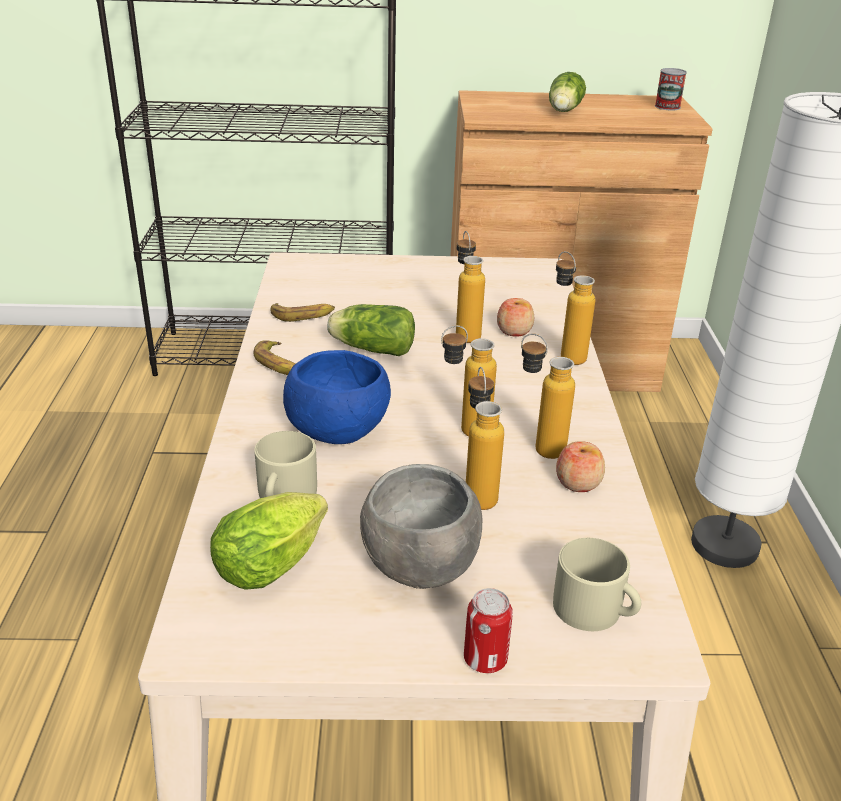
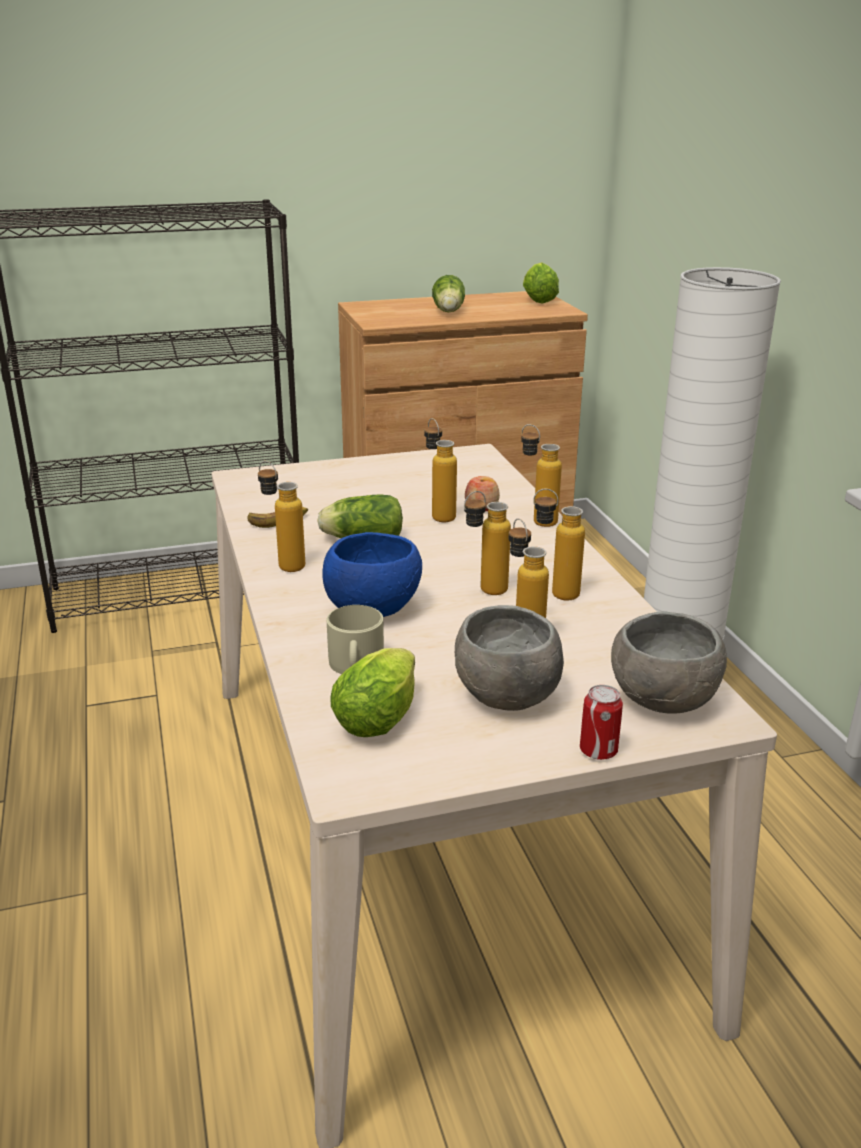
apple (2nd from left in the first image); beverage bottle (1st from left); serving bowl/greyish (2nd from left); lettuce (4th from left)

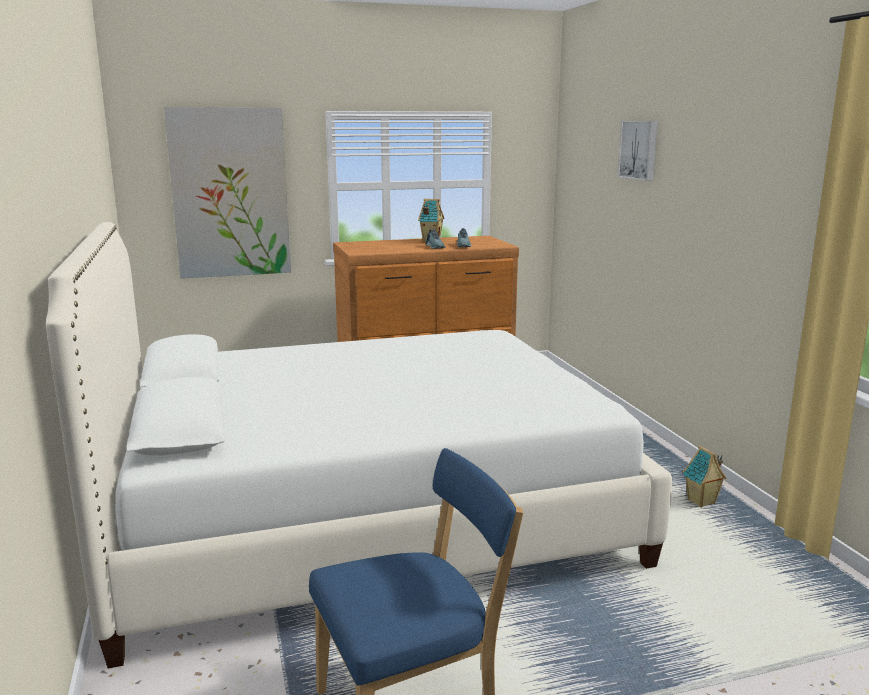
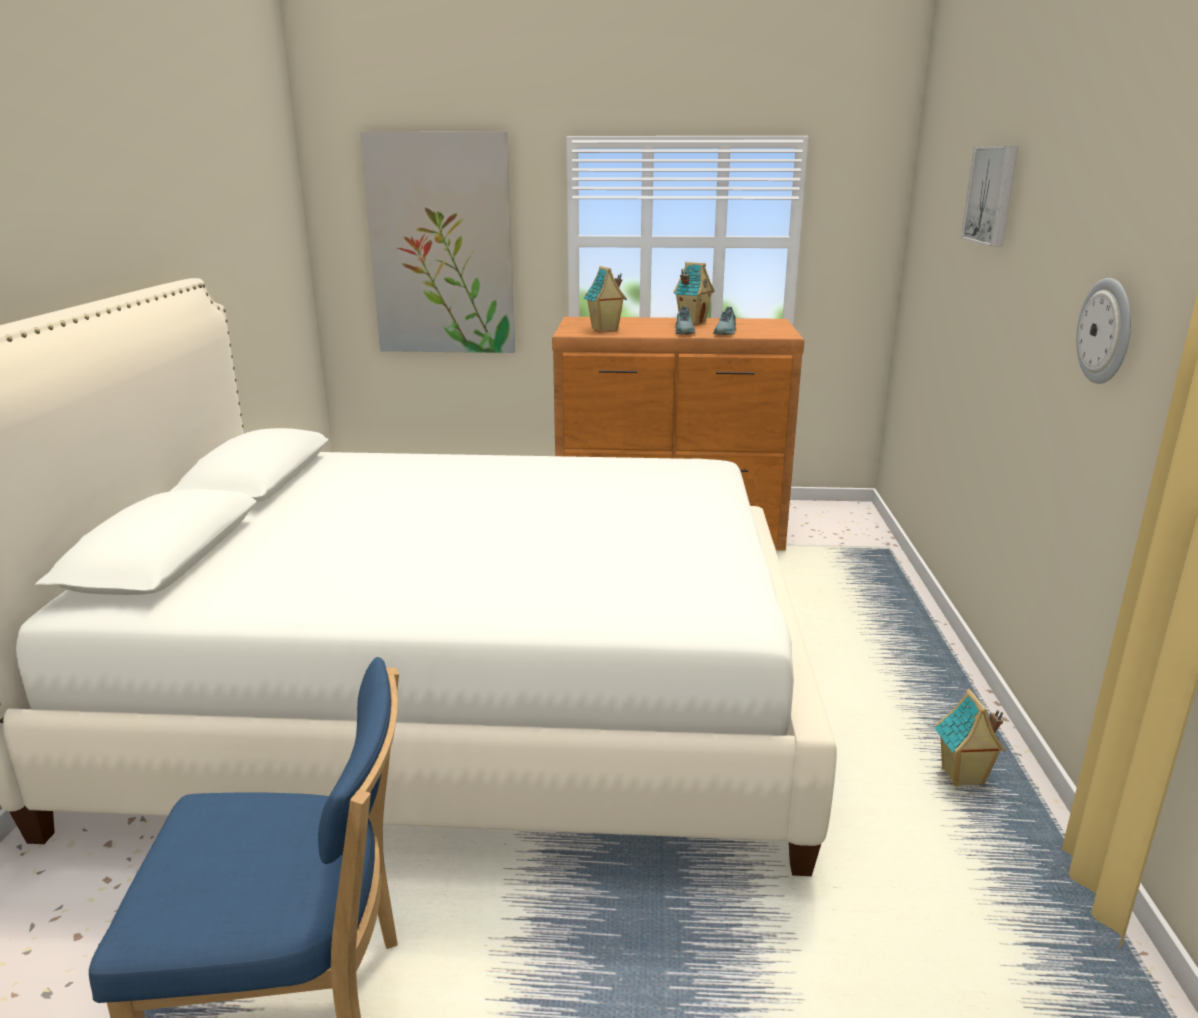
toy house (1st from left); wall clock

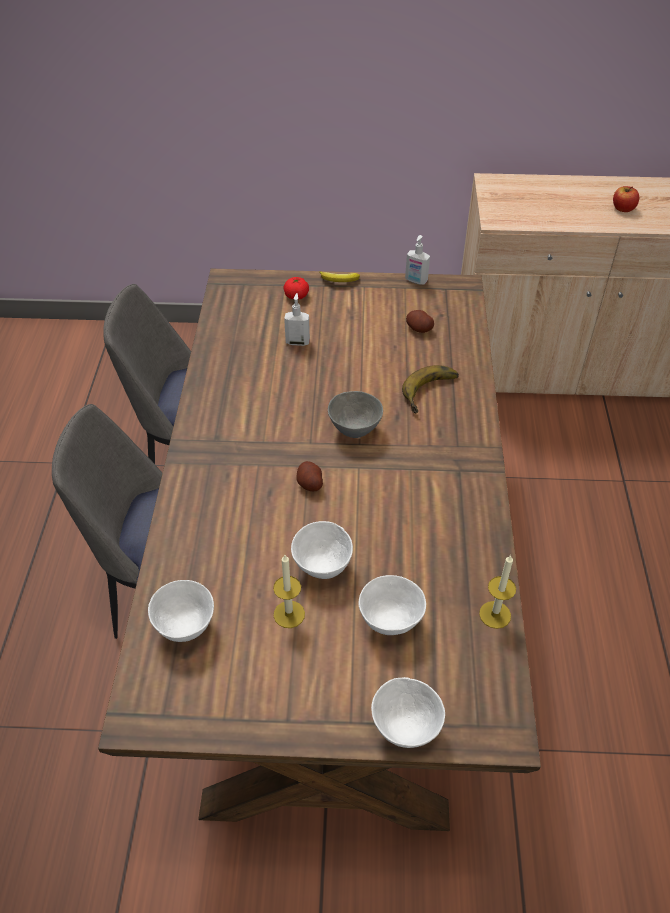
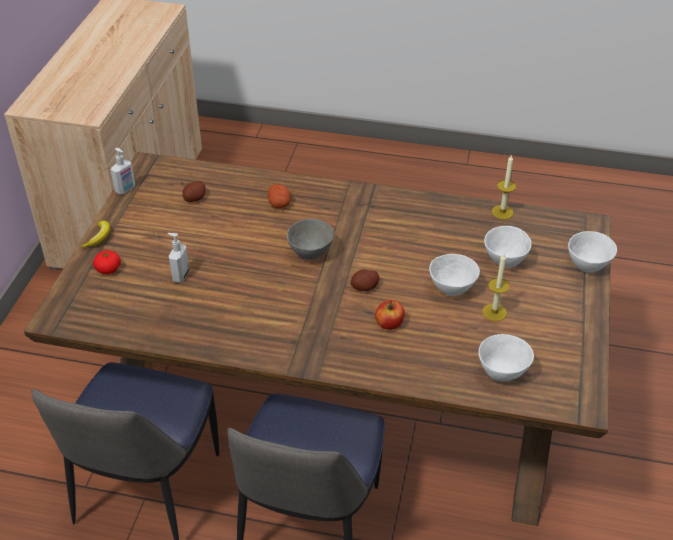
apple; spud (2nd from left)

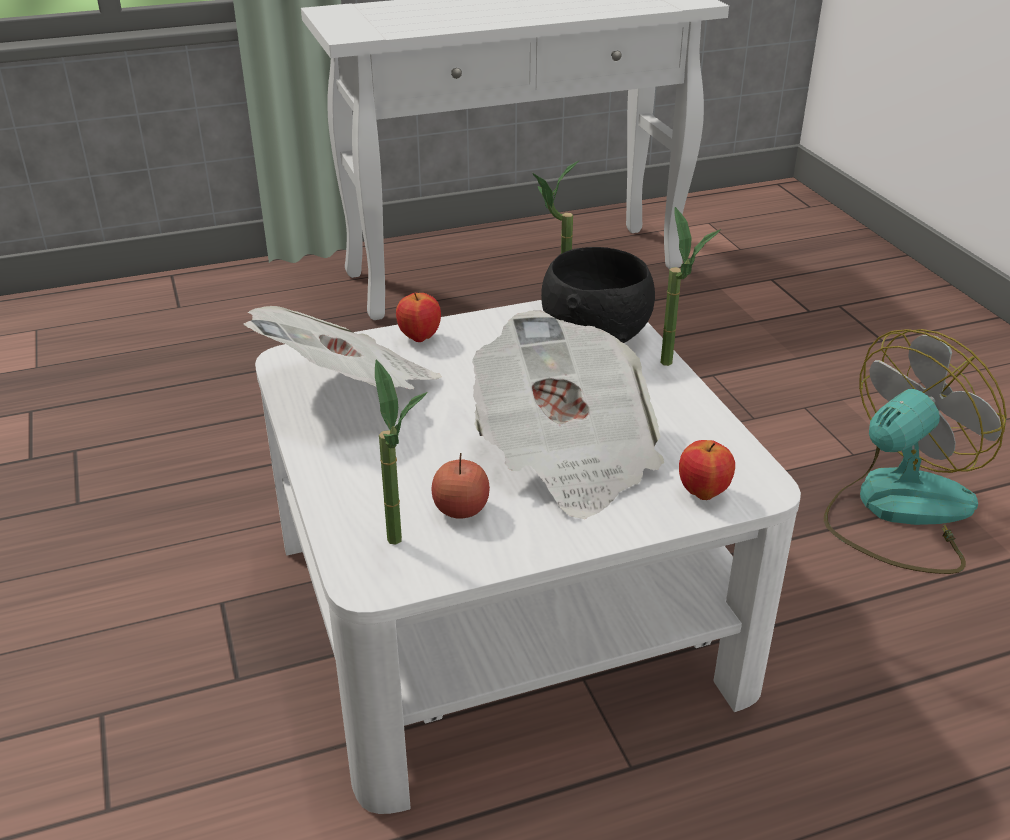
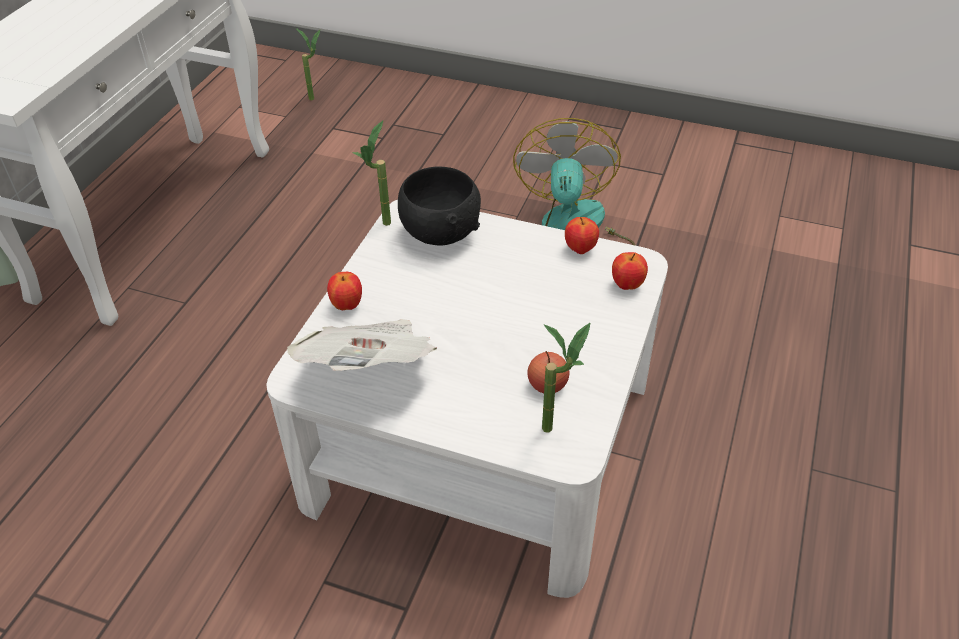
newspaper (2nd from left in the first image); apple (3rd from left); houseplant (1st from left)

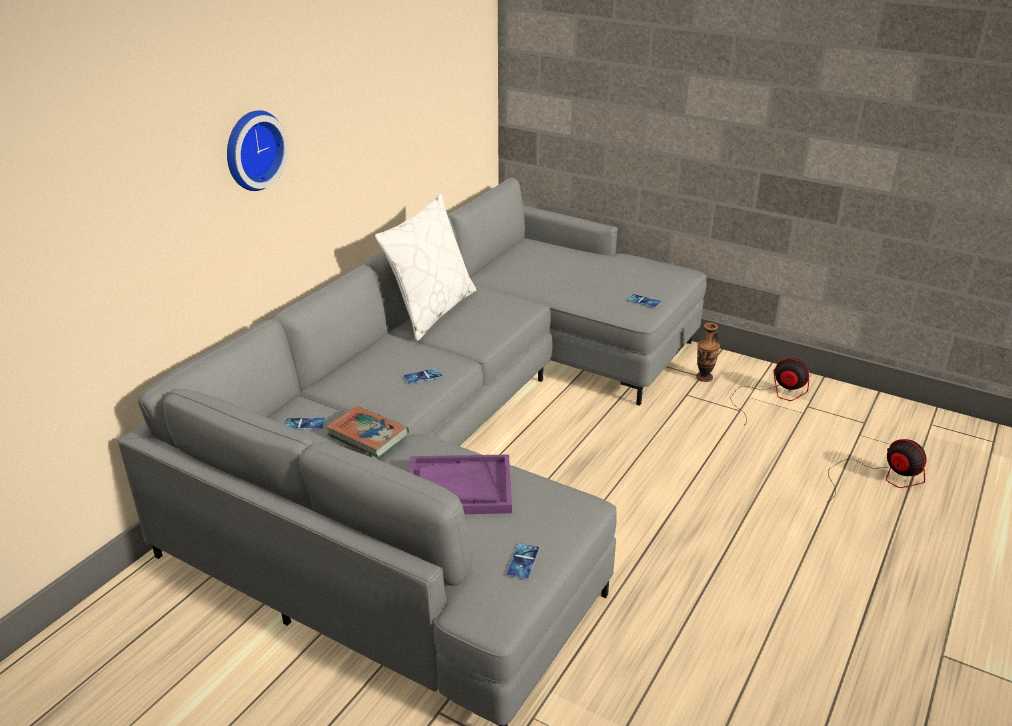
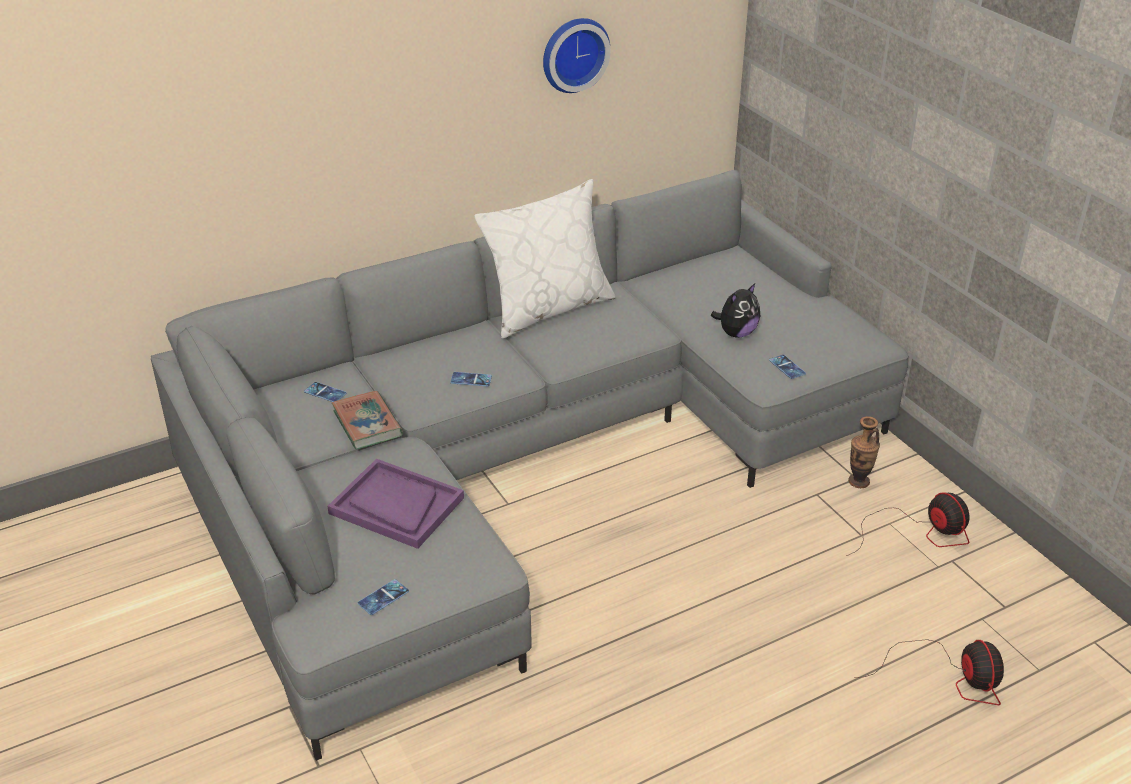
cuddly toy; wall clock

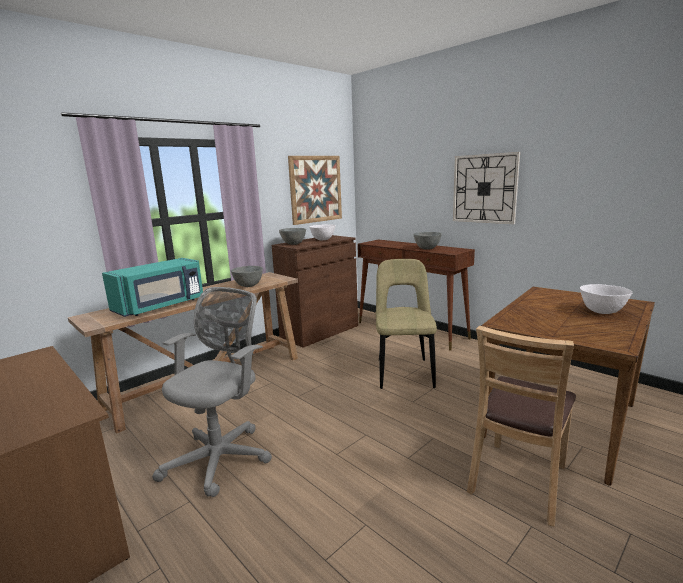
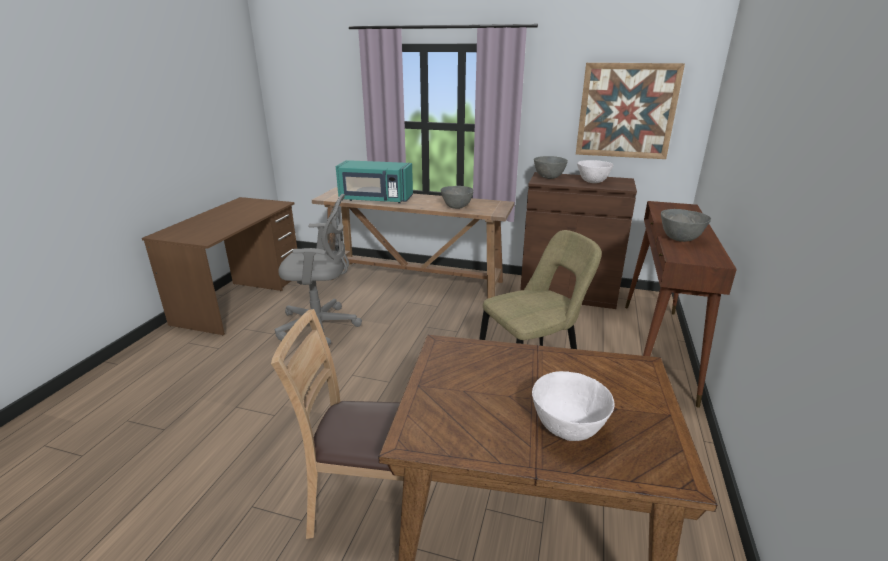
wall clock

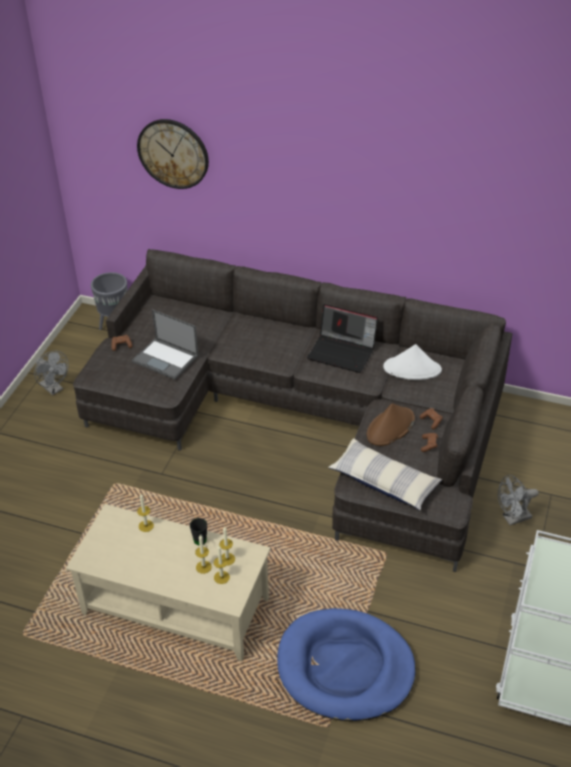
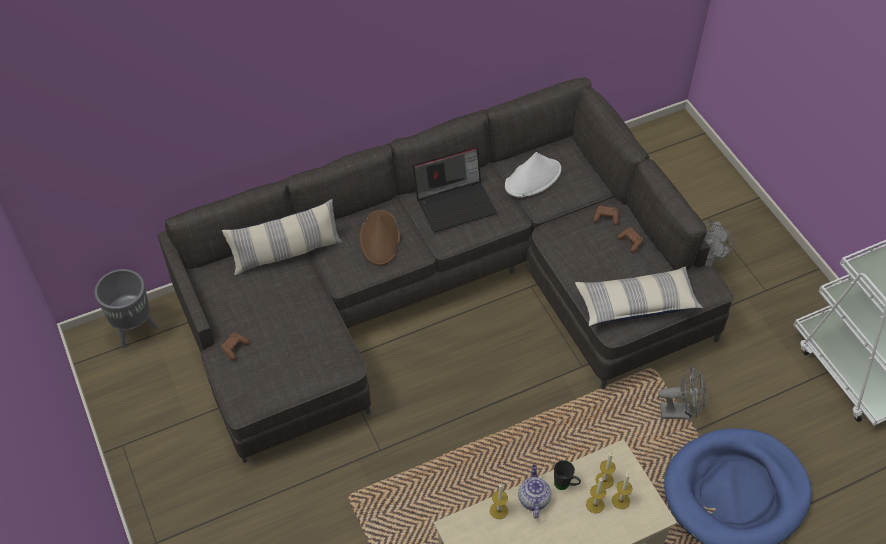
laptop (1st from left in the first image); wall clock; throw pillow (1st from left); tea pot; fan/greyish (1st from left); clothing hat/brown

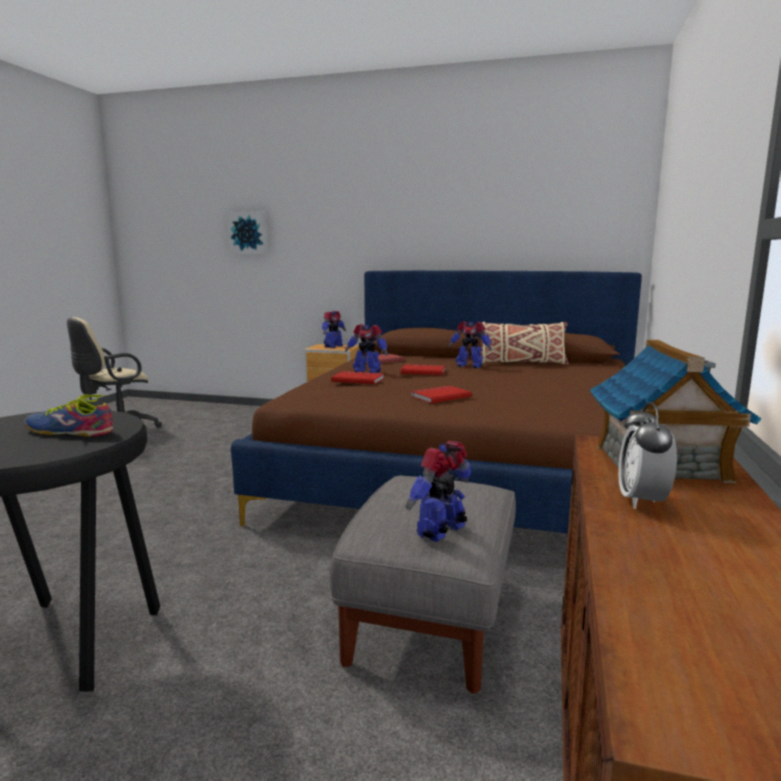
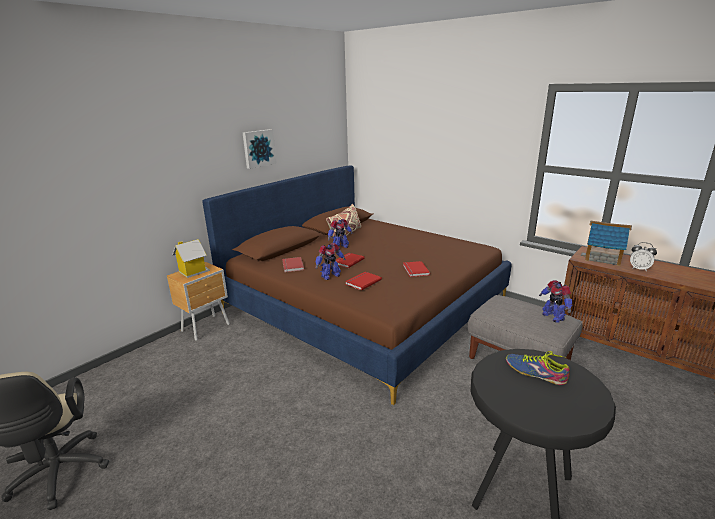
wall picture; toy house (1st from left); low shoe

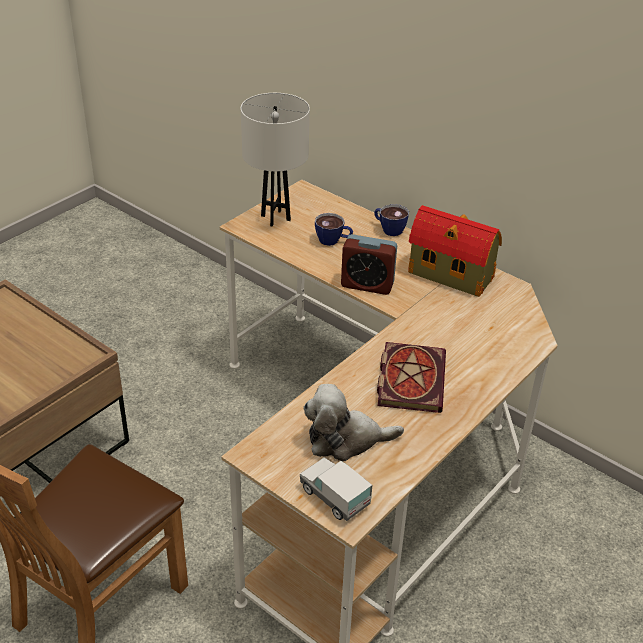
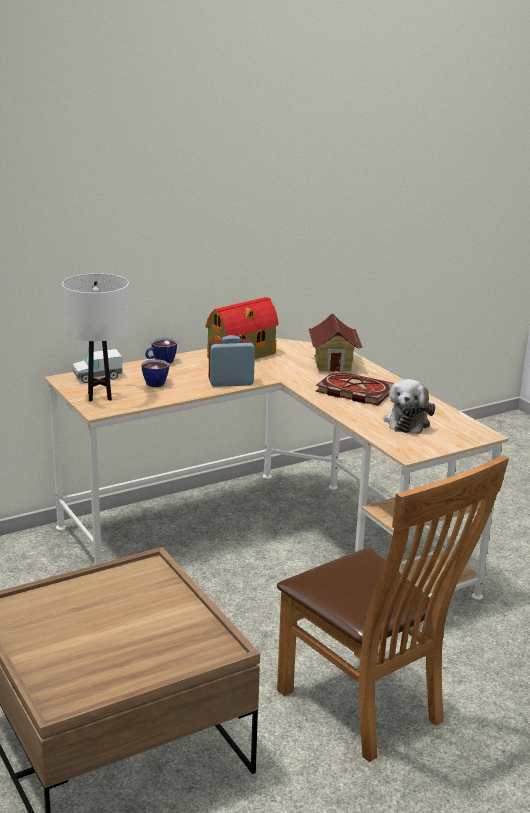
toy house (2nd from left); model truck; table clock

